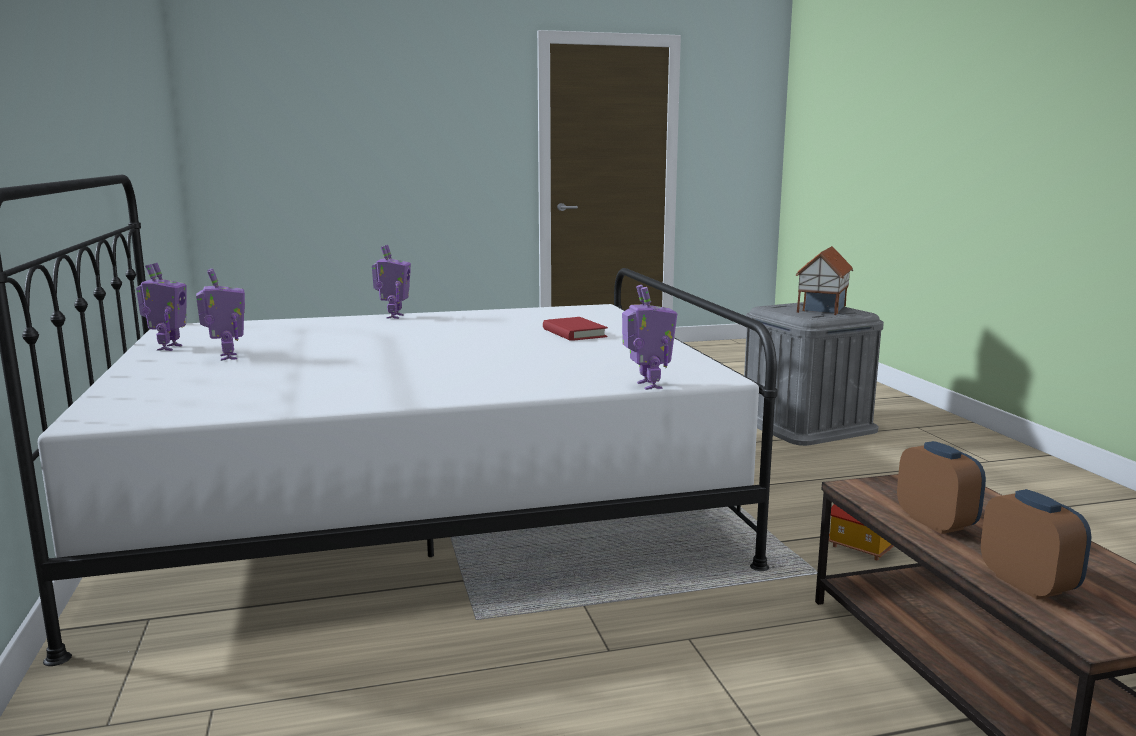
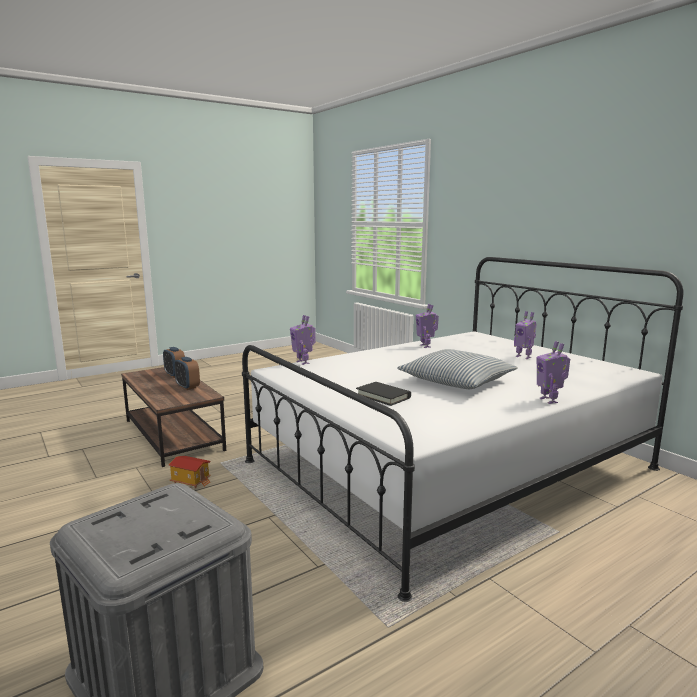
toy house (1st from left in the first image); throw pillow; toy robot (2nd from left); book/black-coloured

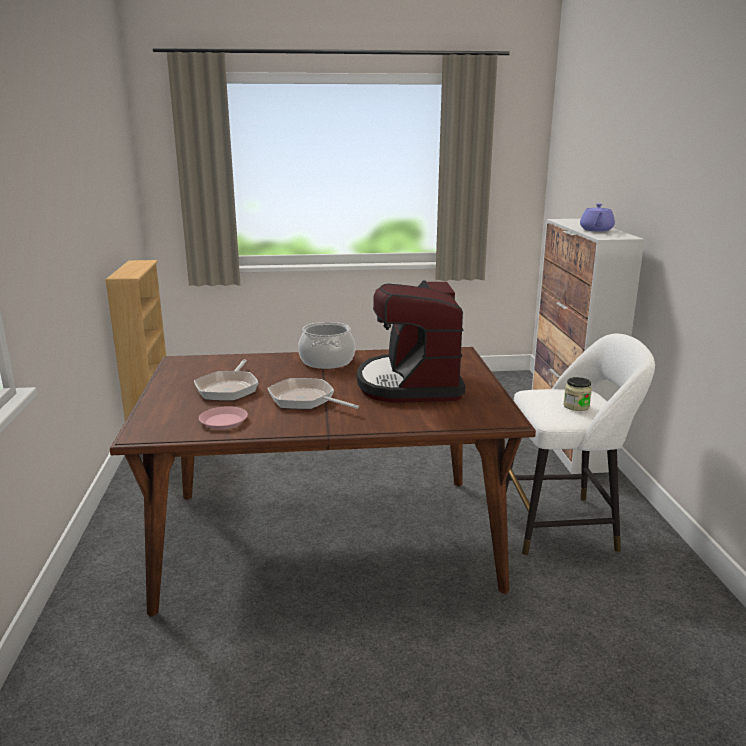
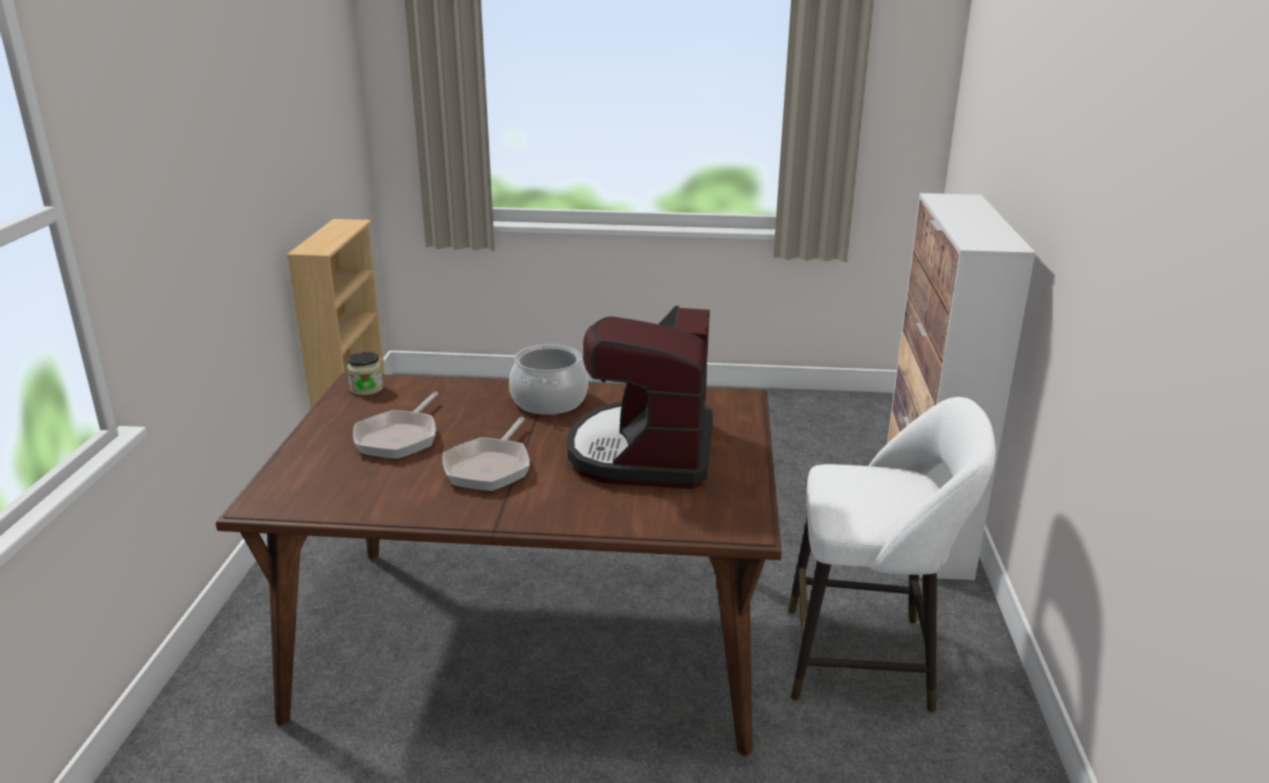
plate/pinkish; tea pot/purple; preserve jar; skillet (2nd from left)

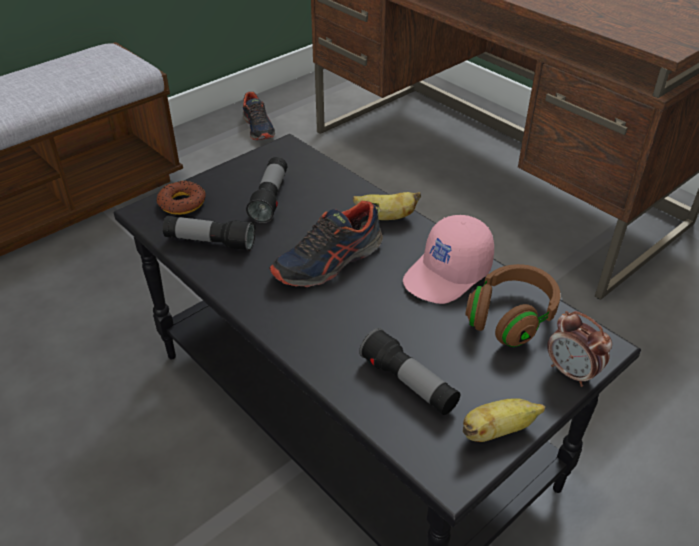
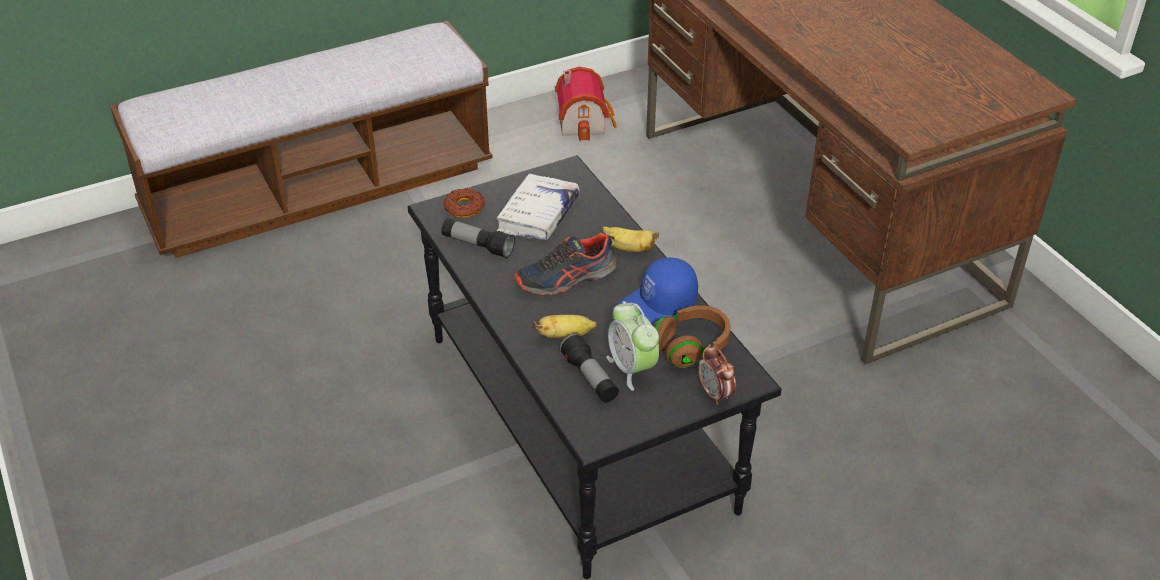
table clock (1st from left); banana fruit (1st from left); toy house; book/whitish; cap/blue-coloured

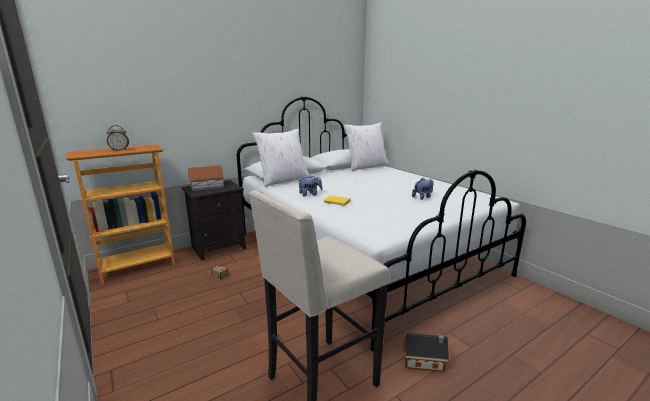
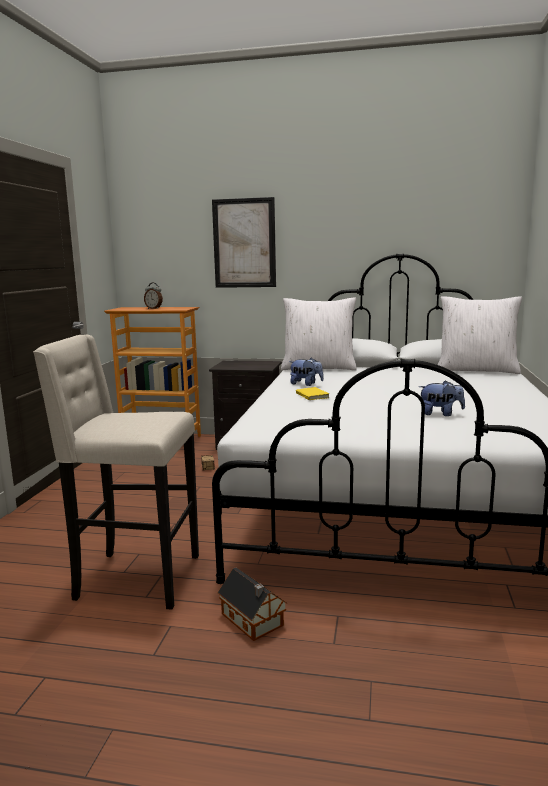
toy house (1st from left in the first image); wall picture

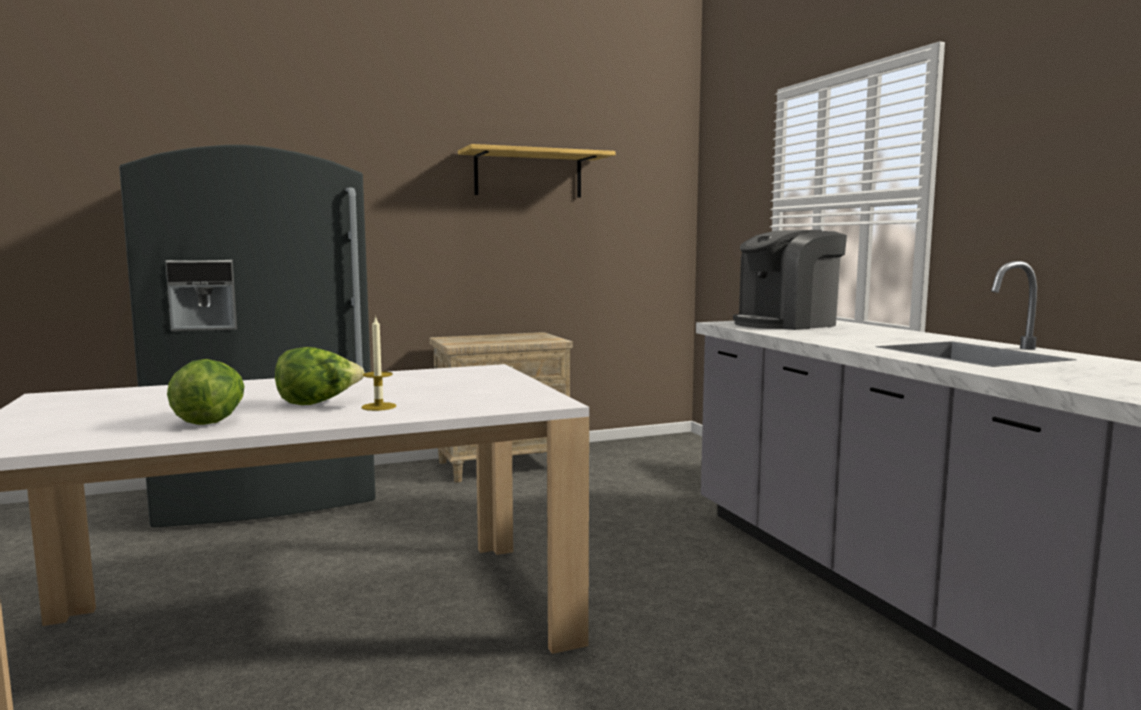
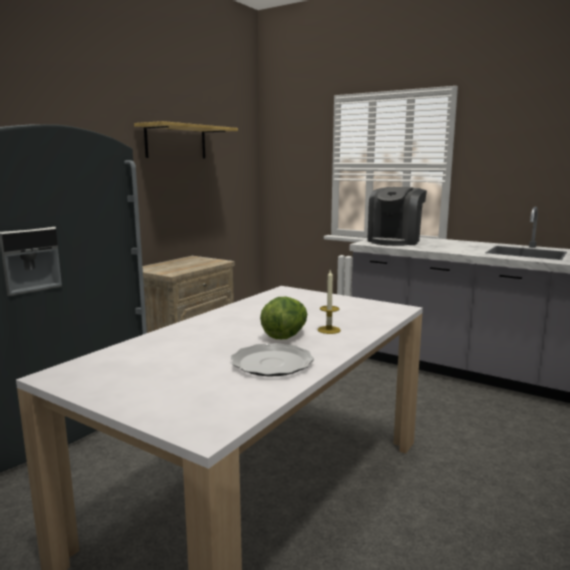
plate

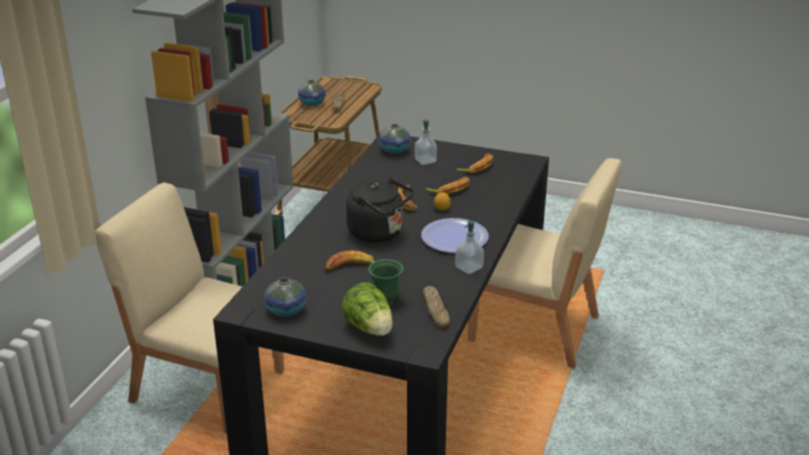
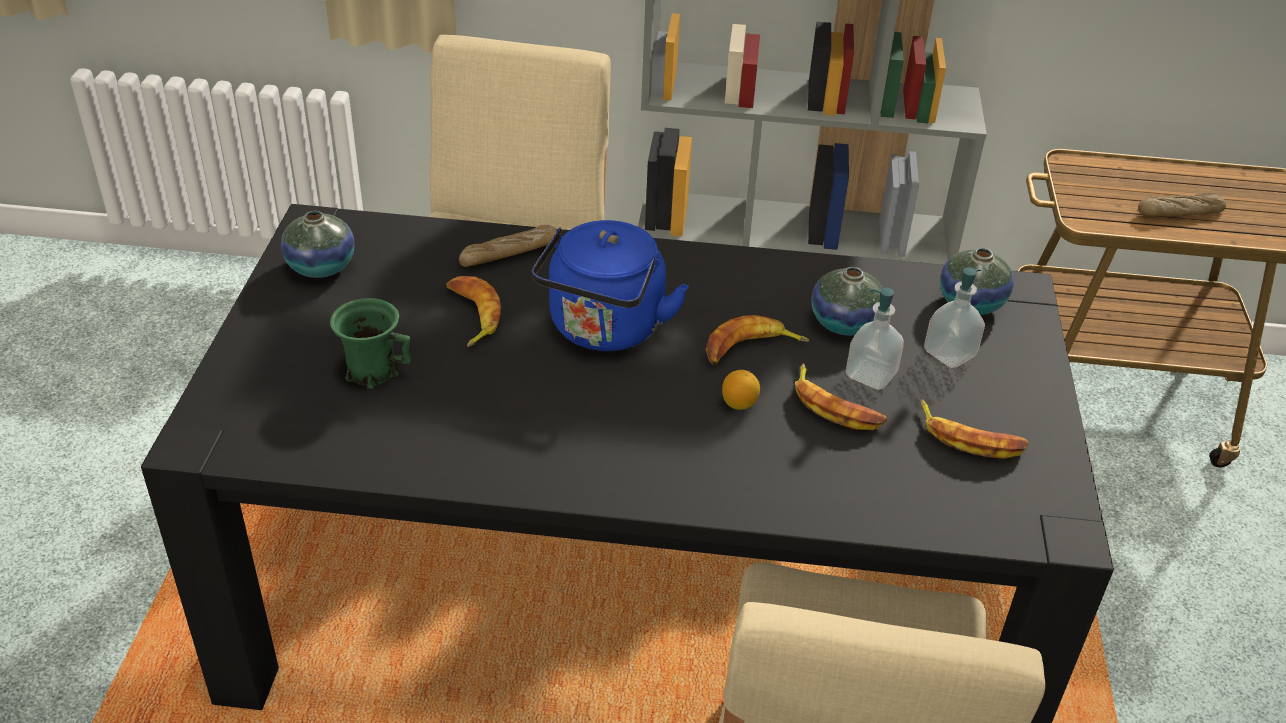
lettuce; plate; vase (2nd from left); baked bread (1st from left); soap bottle (1st from left); tea kettle/blue-coloured

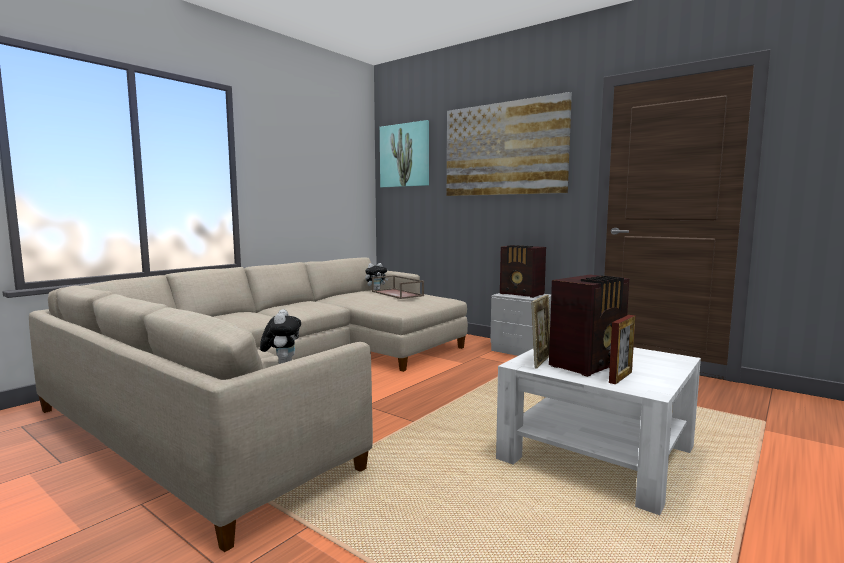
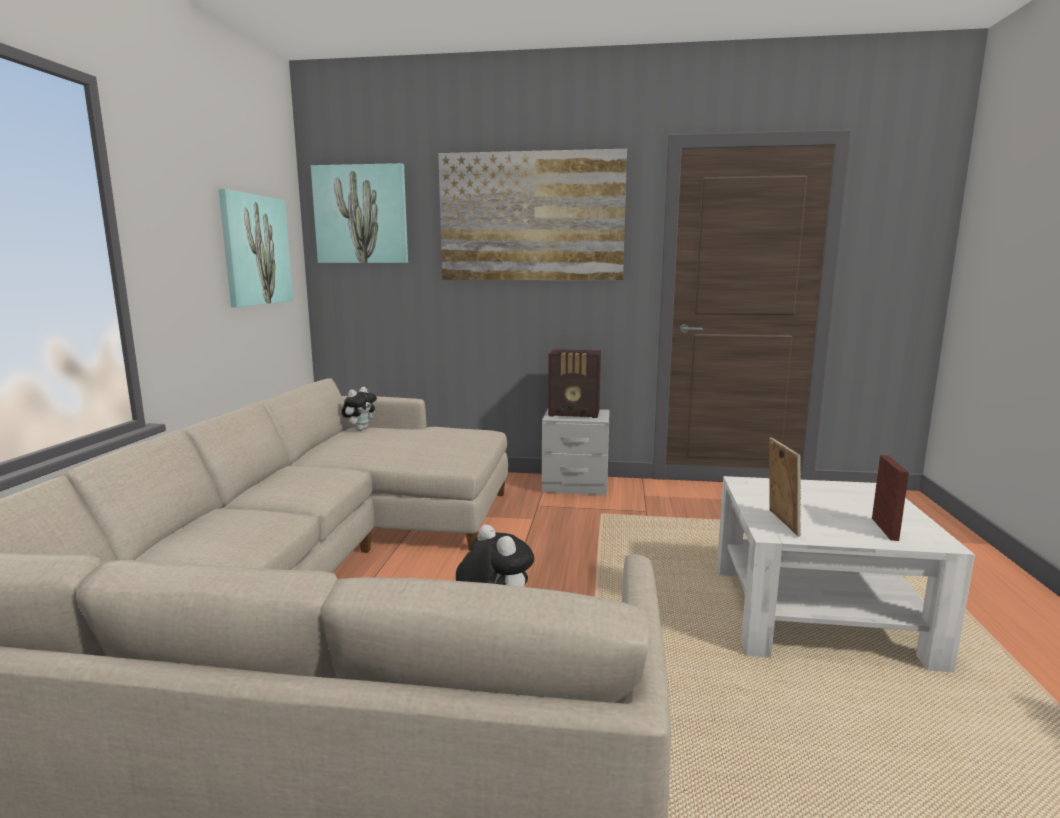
tray/brown; radio receiver (2nd from left in the first image); wall picture (1st from left)

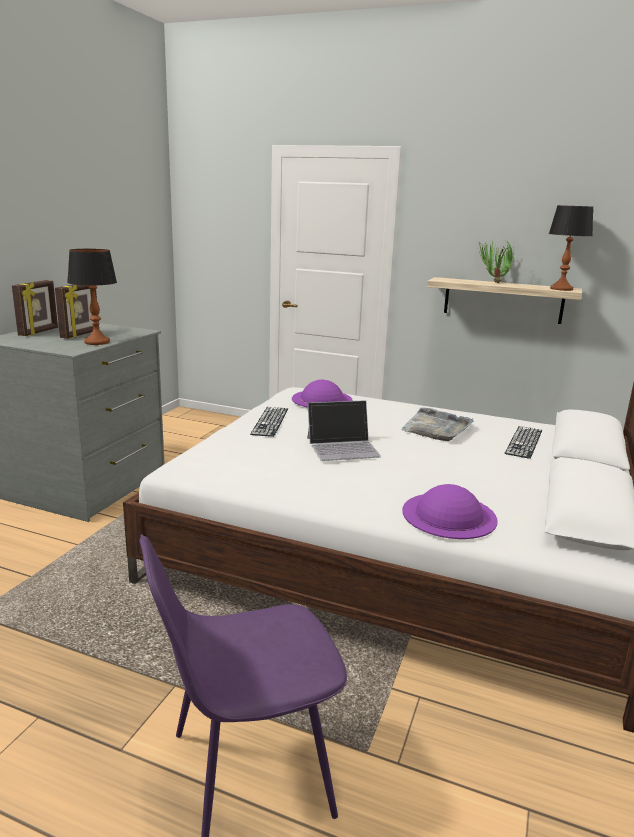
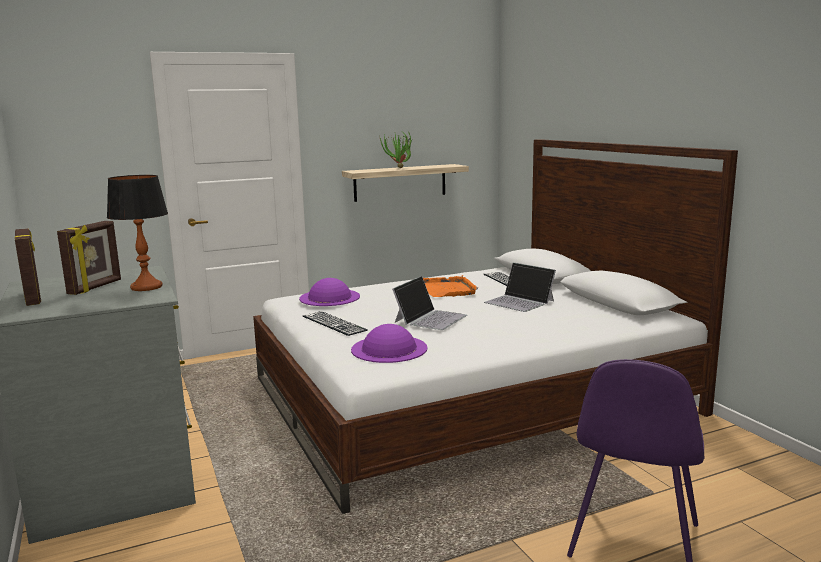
tabletop lamp (2nd from left in the first image); laptop (2nd from left); clothing hat/purple (2nd from left); tray/orange-coloured; picture frame (2nd from left)

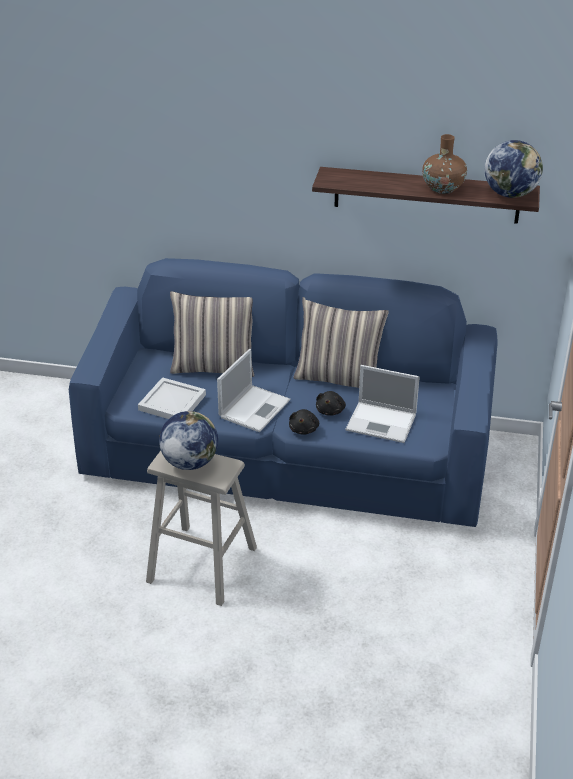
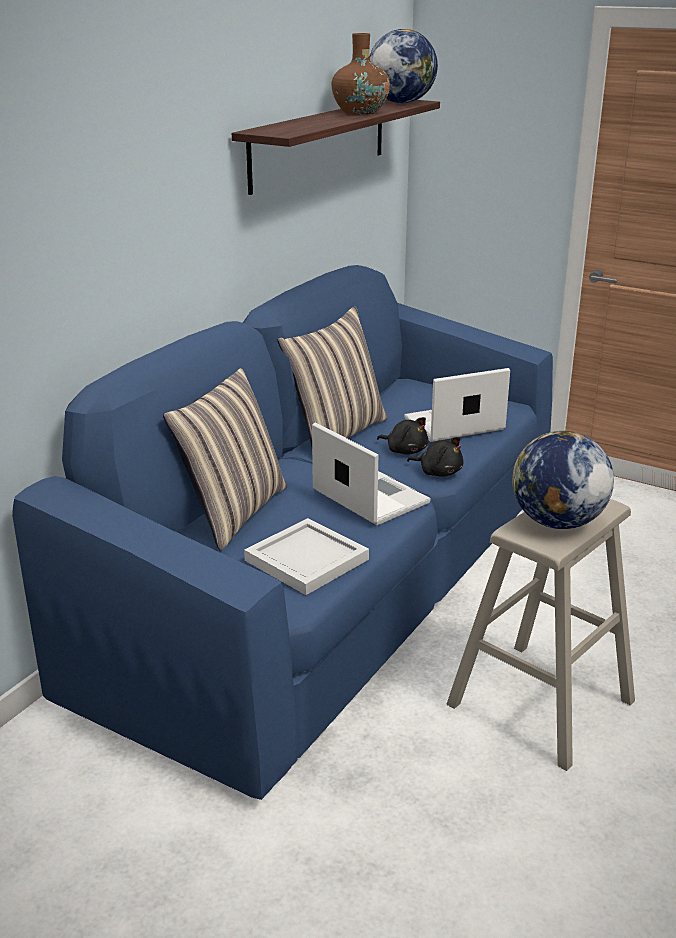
laptop (2nd from left)

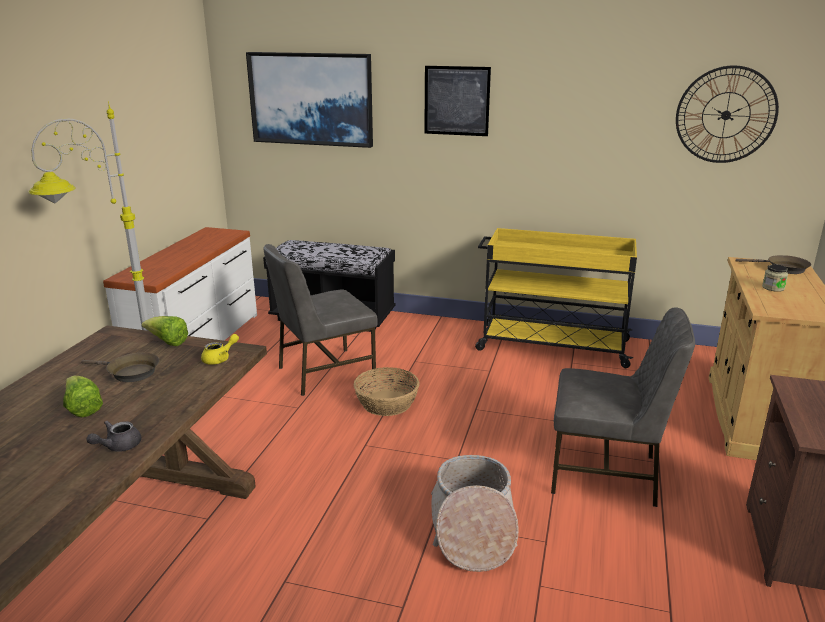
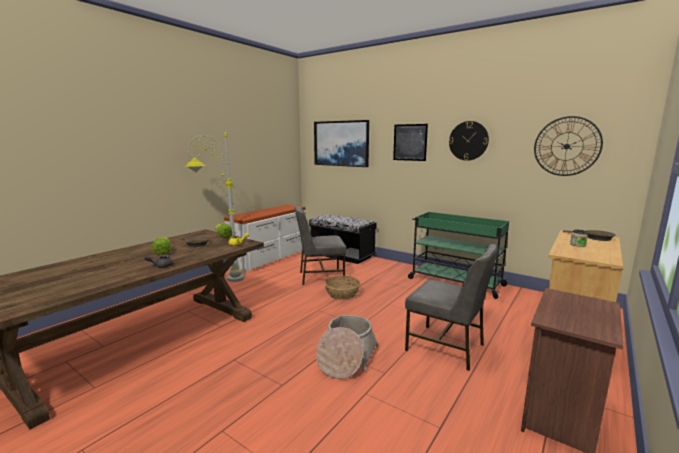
wall clock (1st from left); cart/green-coloured

